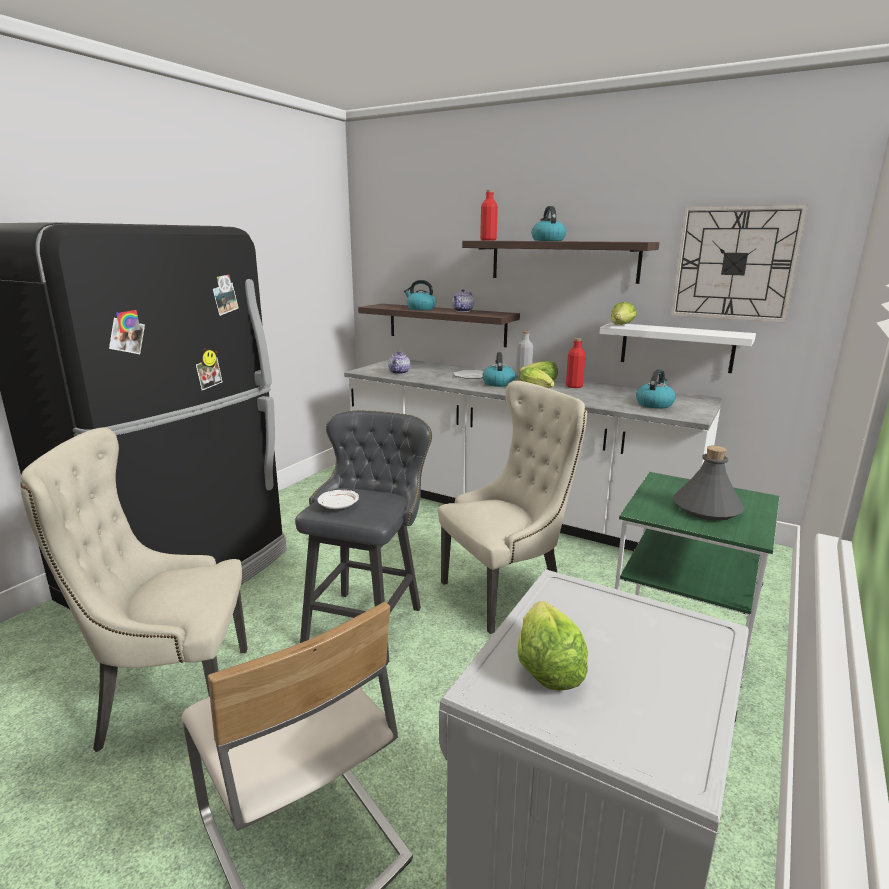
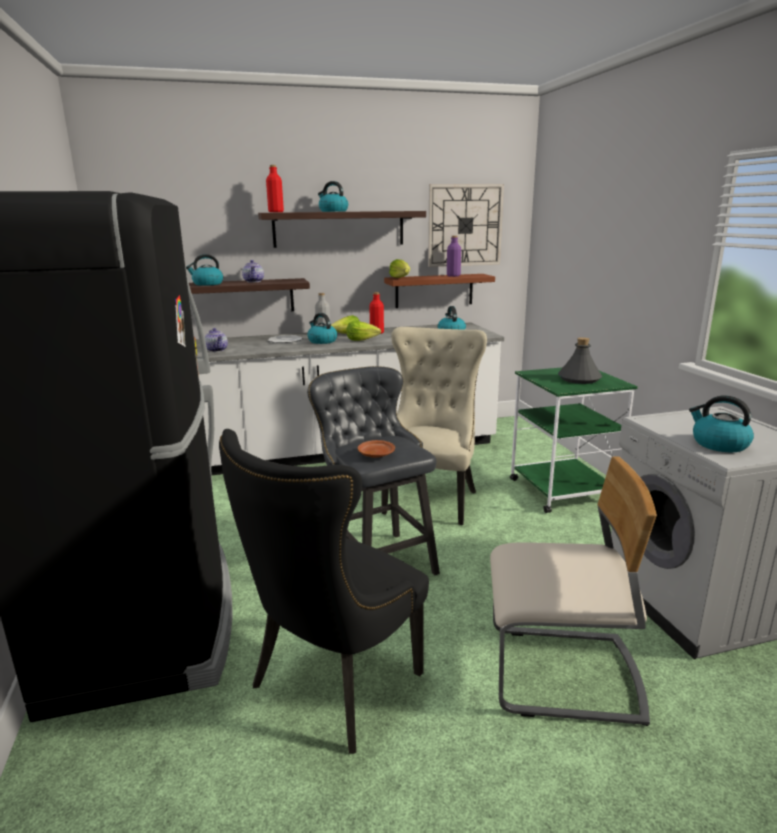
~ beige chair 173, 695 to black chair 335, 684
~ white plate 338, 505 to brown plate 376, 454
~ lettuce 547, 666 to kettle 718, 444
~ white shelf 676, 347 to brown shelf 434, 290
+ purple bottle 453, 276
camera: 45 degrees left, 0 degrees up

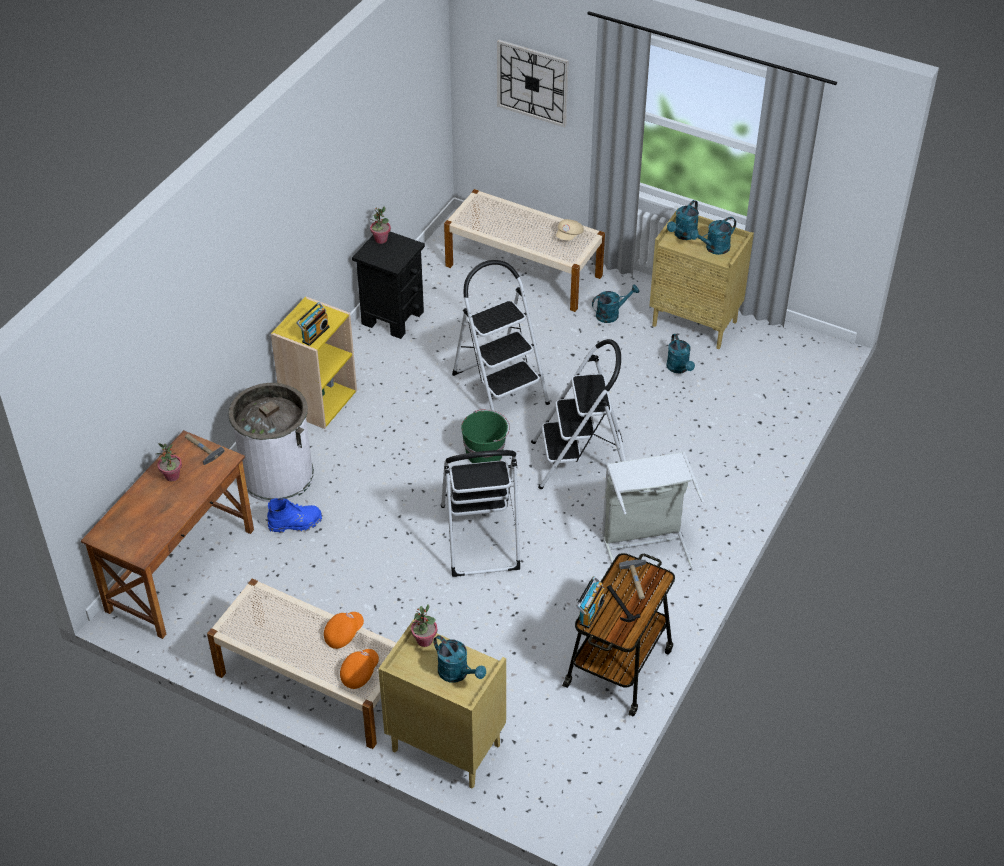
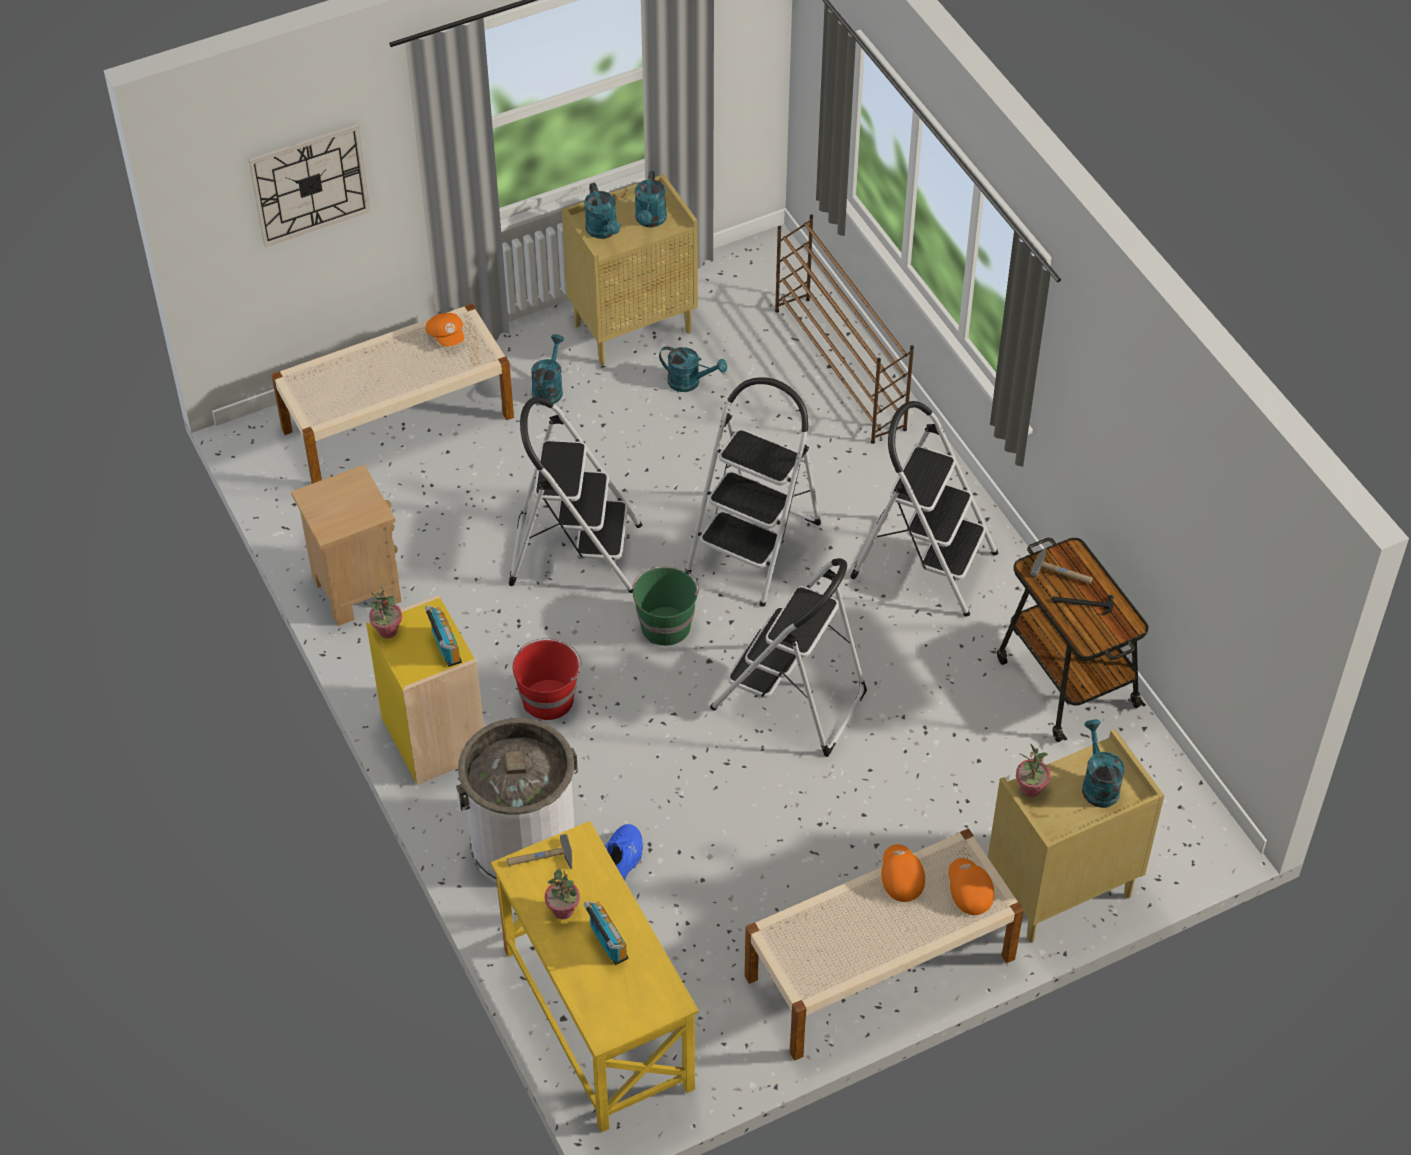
~ brown desk 180, 570 to yellow desk 597, 1019
~ black nightstand 394, 318 to beige nightstand 357, 588
~ potted plant 381, 239 to 387, 631
~ turquoise watering can 457, 674 = 1098, 784 90 degrees counterclockwise
~ beige cap 569, 236 to orange cap 447, 336
~ radio 590, 612 to 606, 943
~ grey laundry basket 645, 545 to step ladder 920, 563
+ red bucket 548, 698
+ brown shoe rack 839, 370
camera: 55 degrees left, 5 degrees up

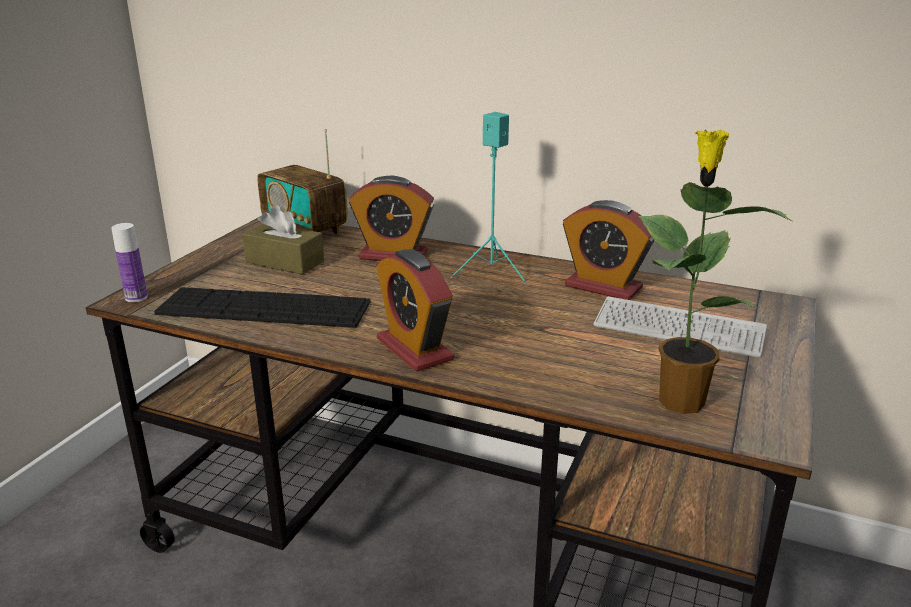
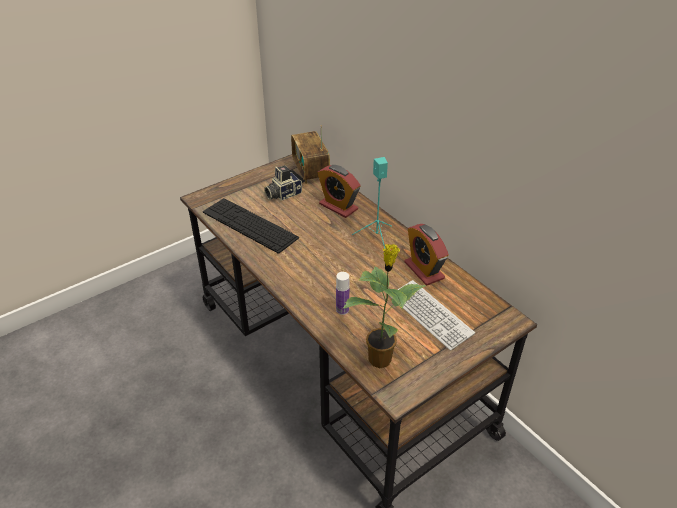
~ bottle 136, 297 to 342, 310
~ brown tissue box 285, 262 to photo camera 282, 194
- alarm clock 414, 349
camera: 30 degrees right, 15 degrees up

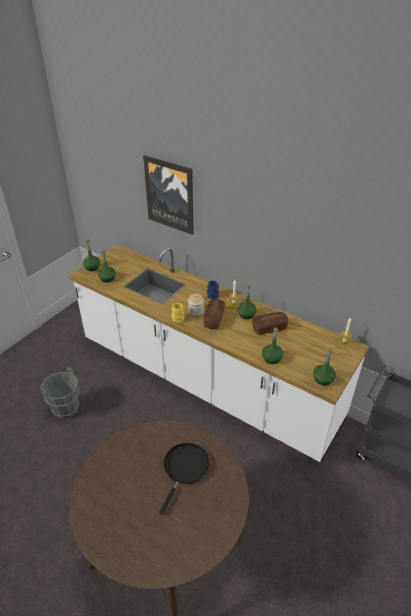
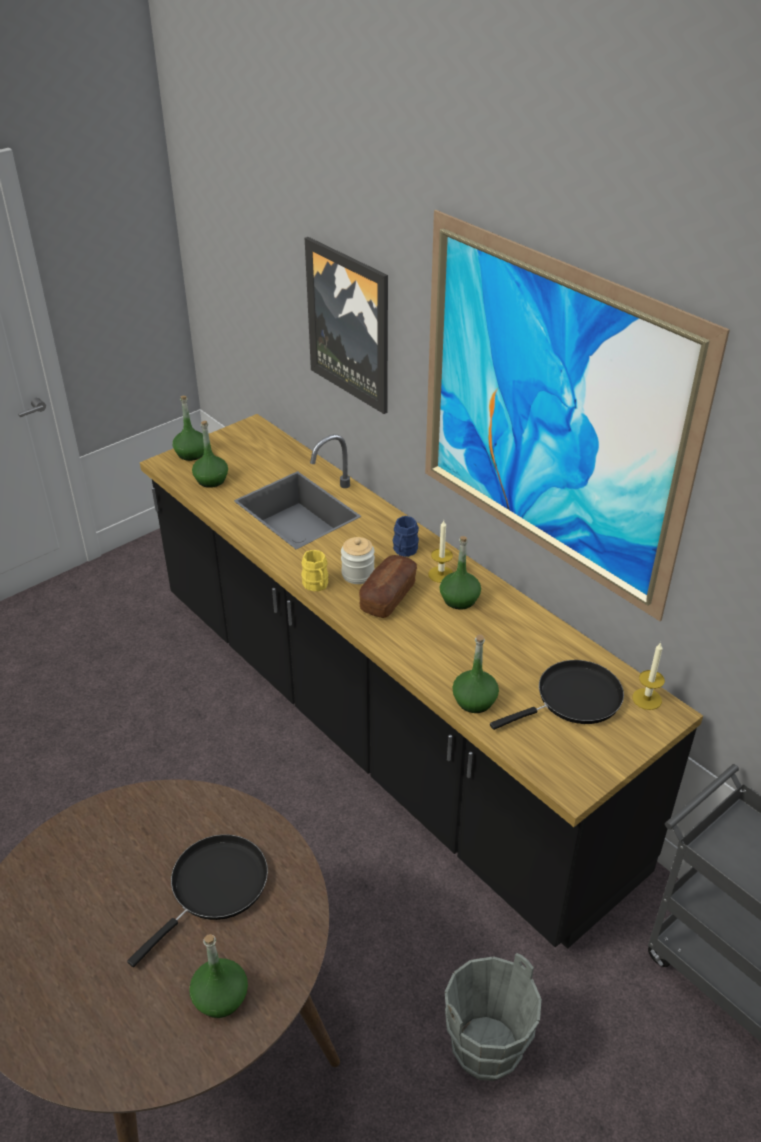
~ grey bucket 66, 409 to 487, 1050
~ white counter 205, 380 to black counter 380, 724
- bread 269, 328
~ green bottle 323, 379 to 220, 997
+ picture 548, 414
+ black frying pan 573, 699
camera: 15 degrees right, 0 degrees up

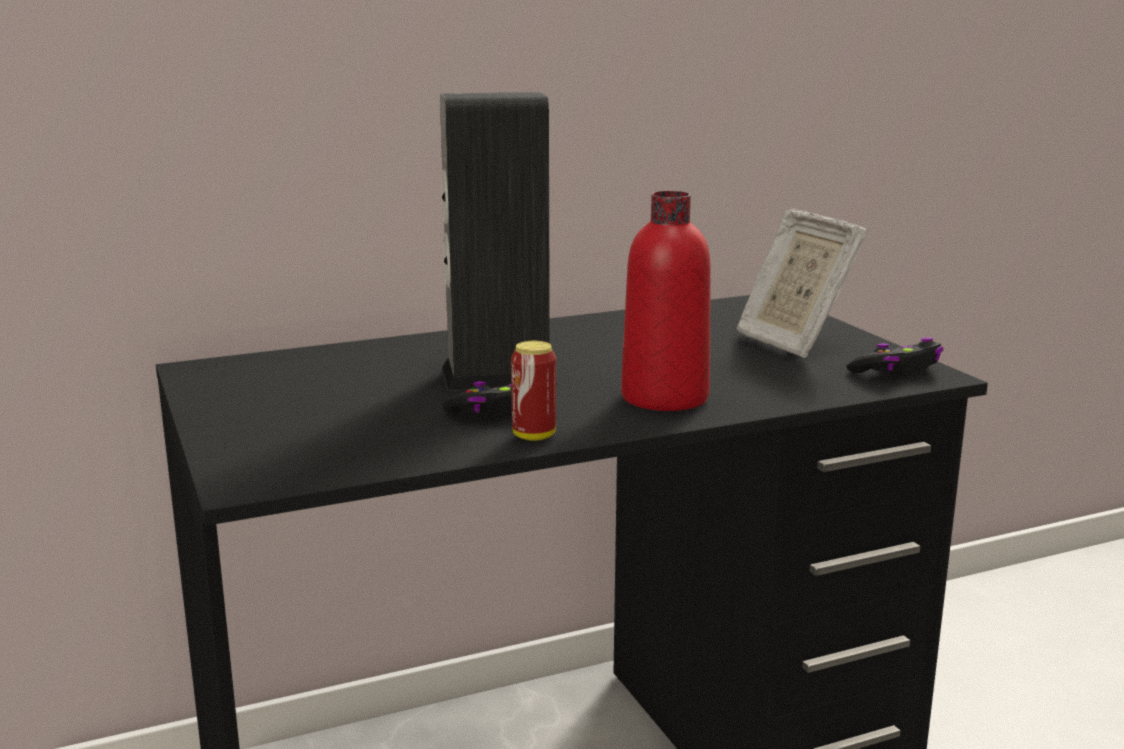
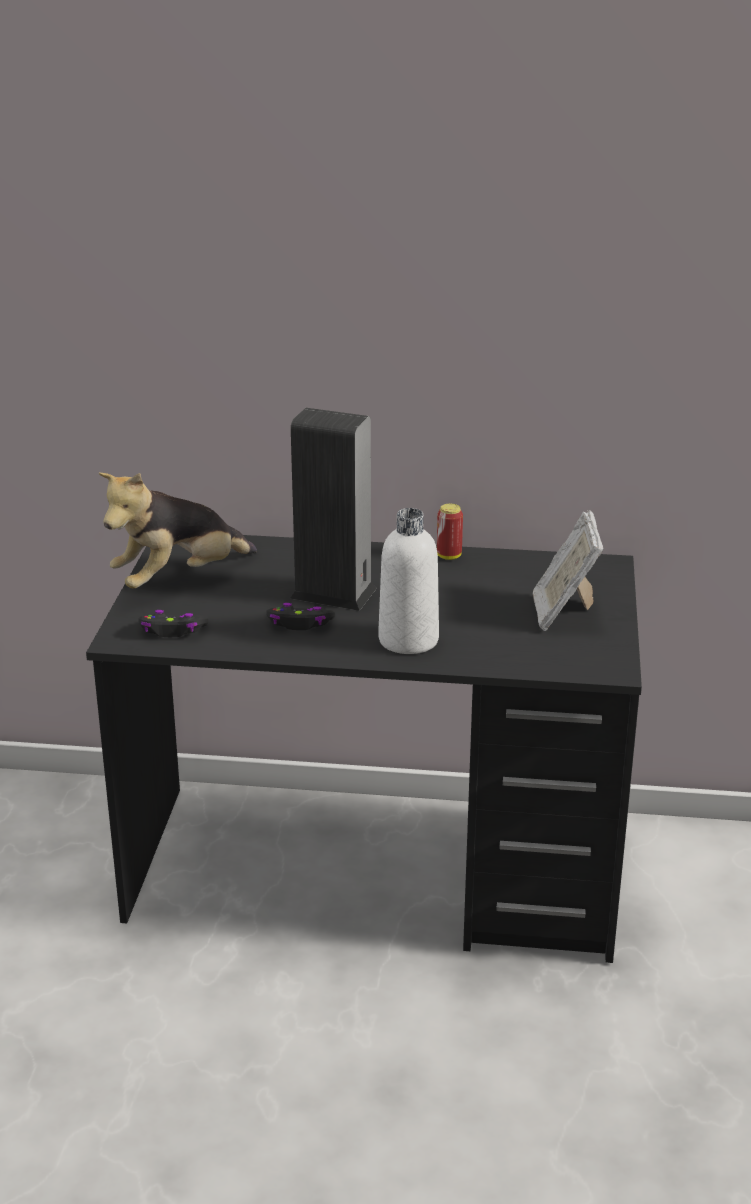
~ can 534, 436 to 449, 556
~ red bottle 665, 397 to white bottle 408, 640
~ black game controller 897, 370 to 172, 631
+ plush toy 179, 579
camera: 30 degrees right, 10 degrees up

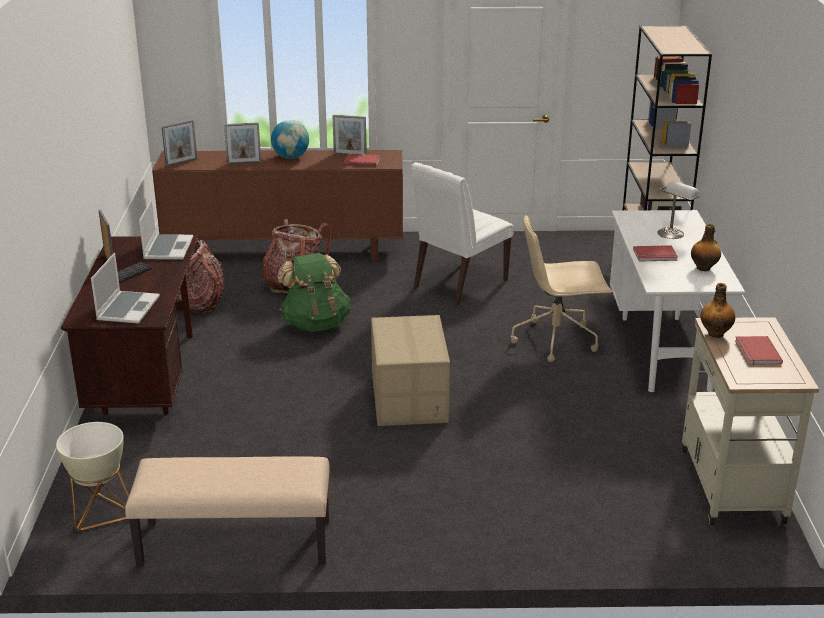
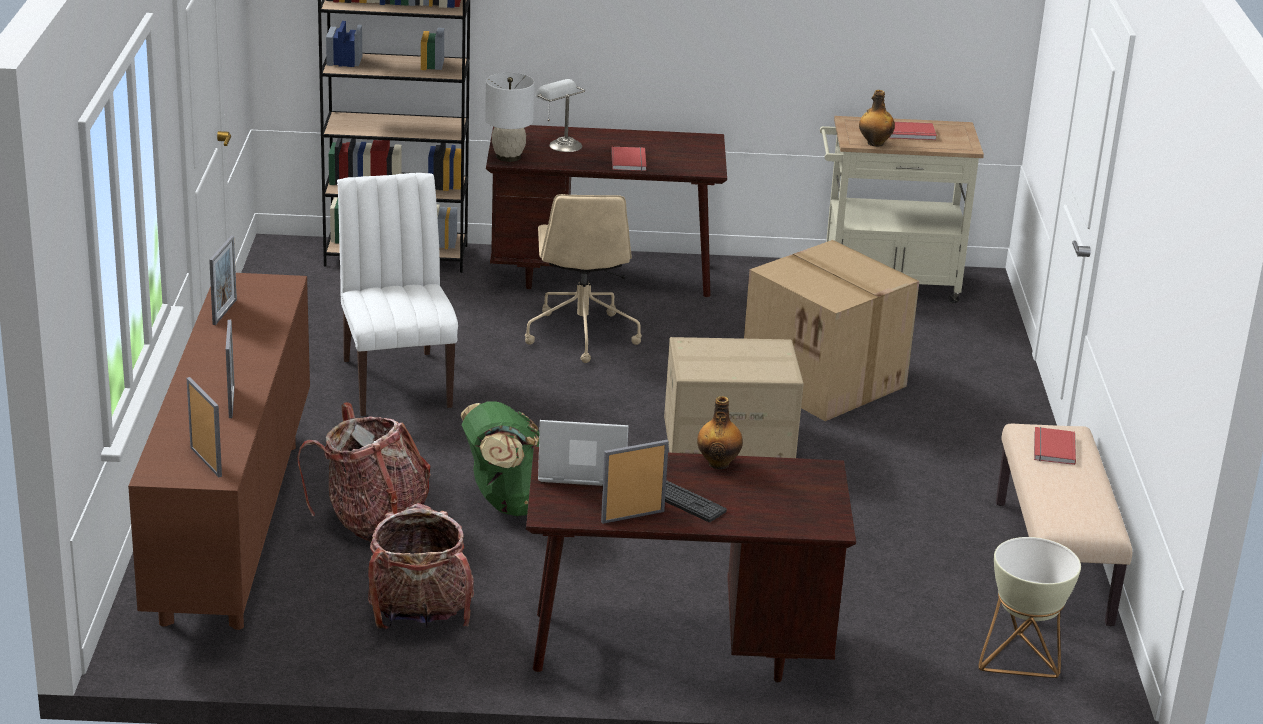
- laptop 127, 308
- globe 291, 157
~ red book 362, 161 to 1052, 448
~ white chair 460, 283 = 397, 384 150 degrees counterclockwise
~ white desk 662, 346 to brown desk 602, 275
~ bottle 704, 268 to 718, 463
+ white table lamp 508, 157
+ cardboard box 826, 380
camera: 90 degrees left, 0 degrees up

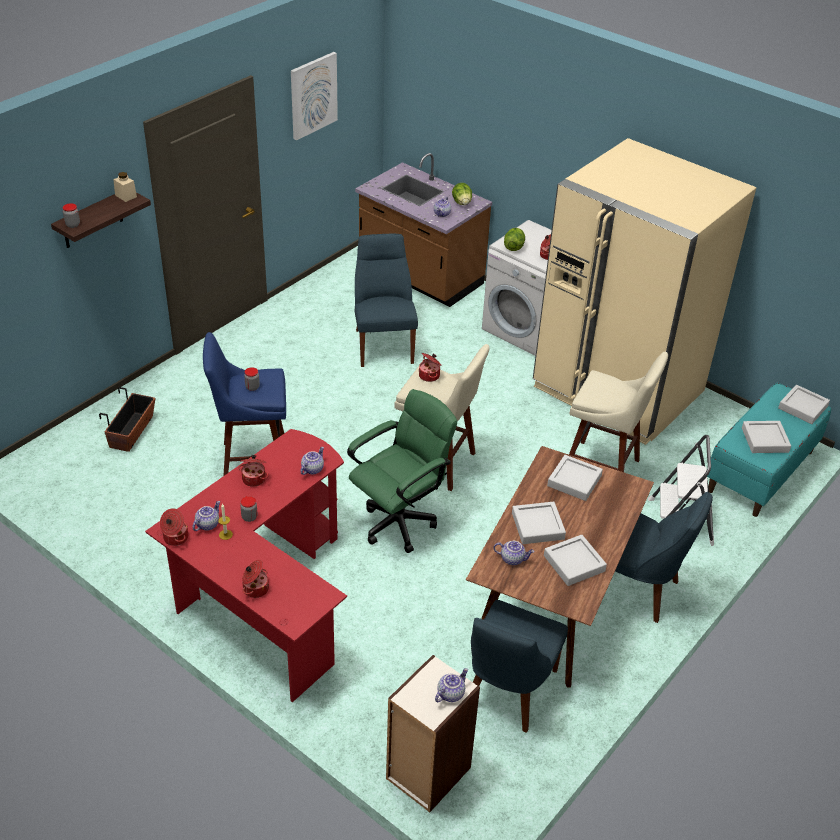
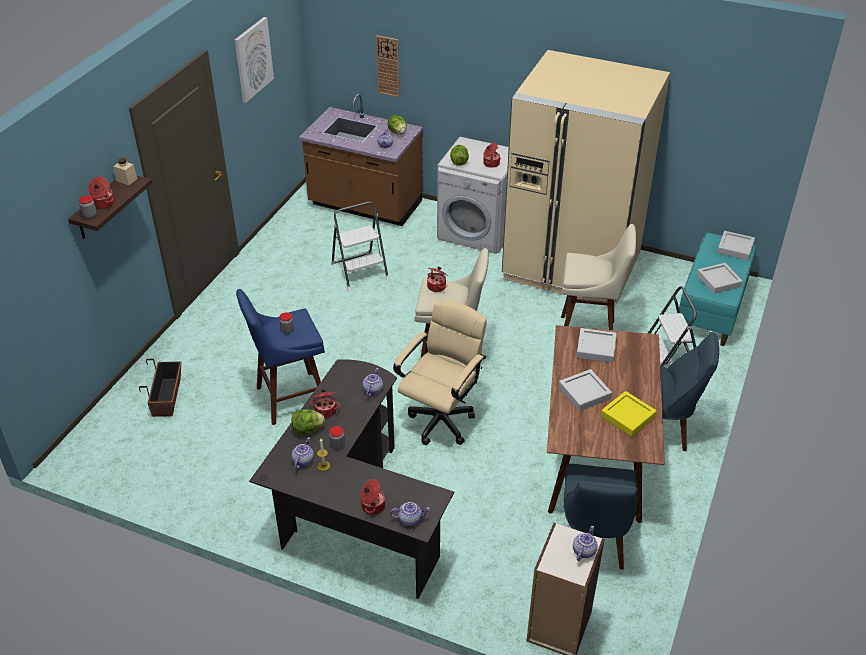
~ red desk 263, 596 to black desk 351, 514
~ cooking pot 175, 538 to 103, 204
~ green office chair 401, 522 to beige office chair 442, 420
~ blue chair 383, 344 to white step ladder 359, 270
~ teapot 512, 559 to 410, 519
~ grey tray 574, 563 to yellow tray 627, 416
+ lettuce 307, 429
+ wall clock 388, 66
camera: 15 degrees left, 0 degrees up

